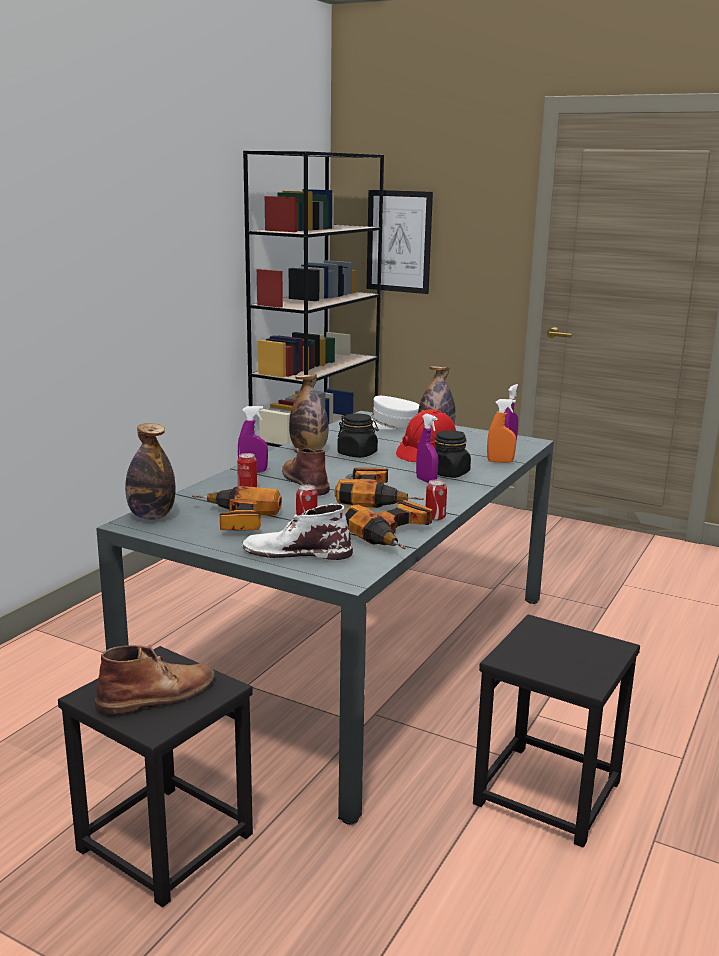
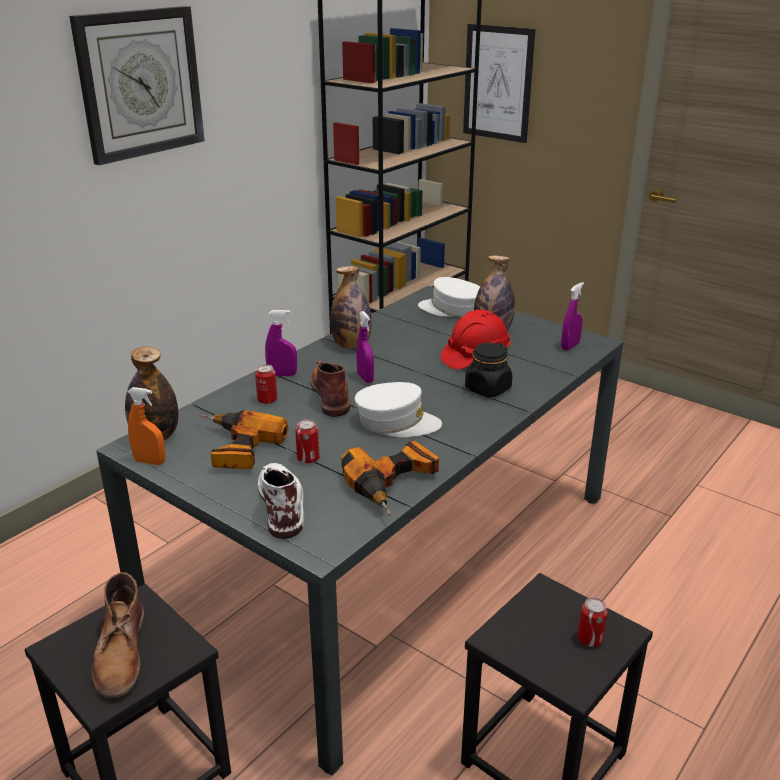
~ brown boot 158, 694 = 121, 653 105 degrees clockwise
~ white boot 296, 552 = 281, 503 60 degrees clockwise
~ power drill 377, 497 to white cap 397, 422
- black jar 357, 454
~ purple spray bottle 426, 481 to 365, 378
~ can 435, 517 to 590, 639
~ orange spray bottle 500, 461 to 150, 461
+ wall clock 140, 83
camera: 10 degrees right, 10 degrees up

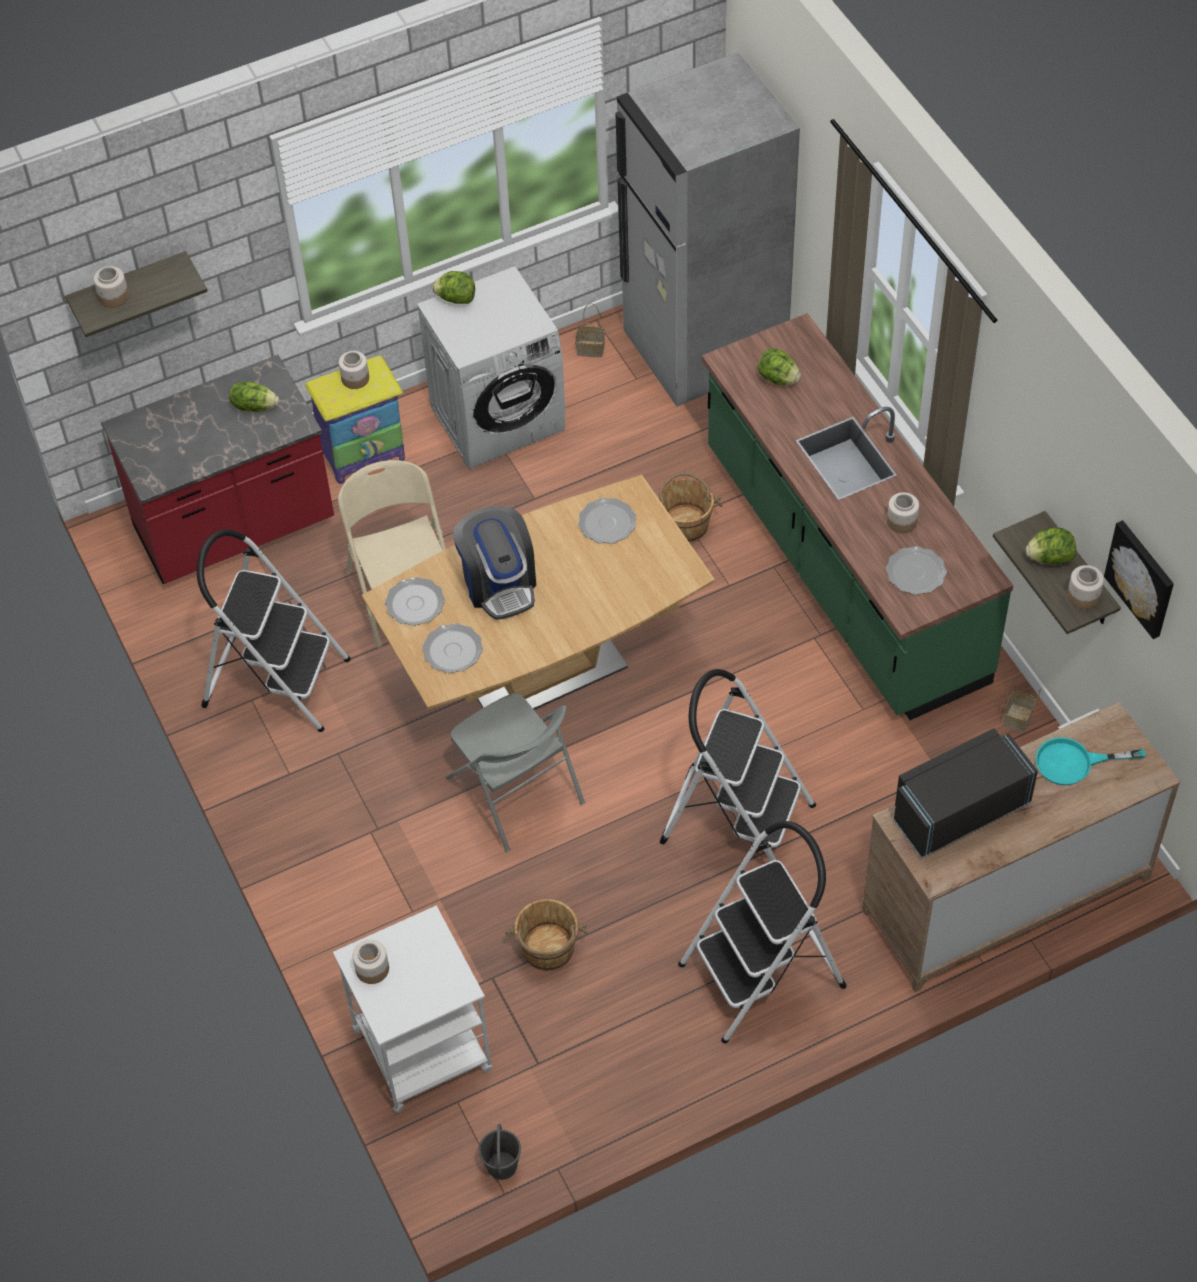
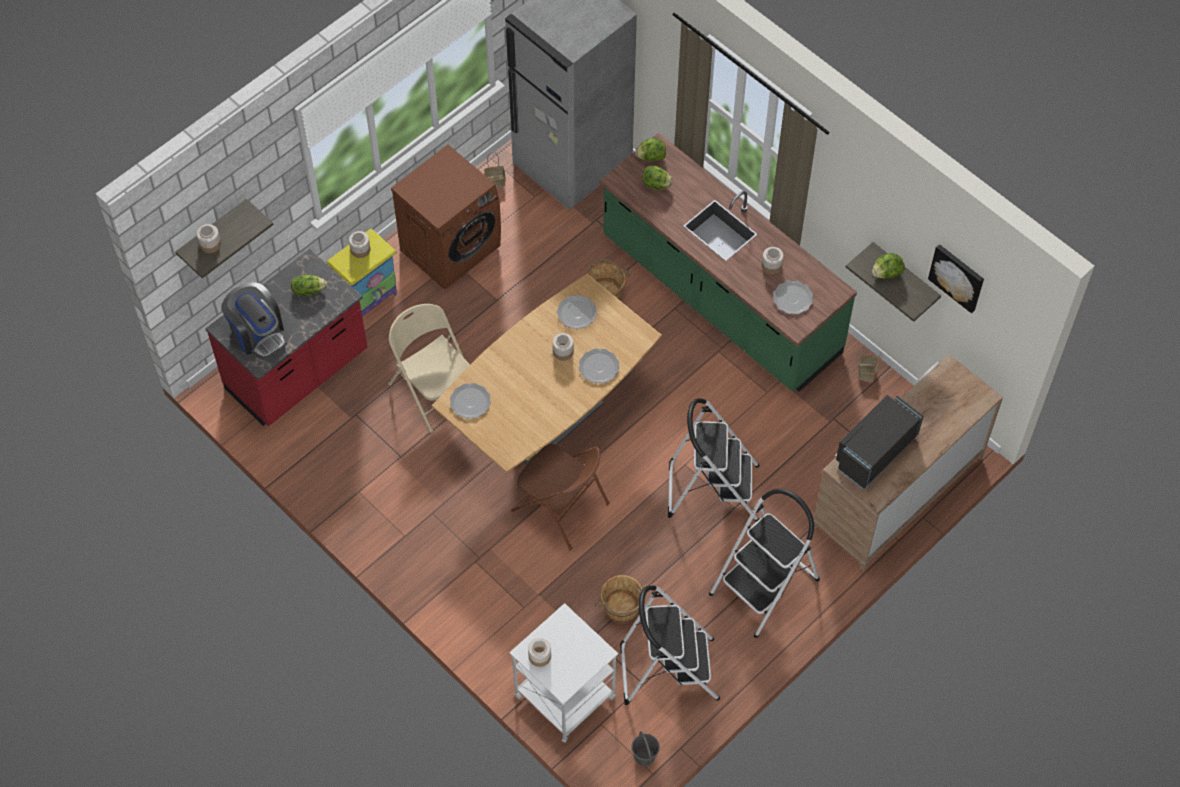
~ step ladder 272, 681 to 666, 670
~ white washing machine 498, 420 to brown washing machine 451, 249
~ plate 453, 650 to 599, 367
~ lettuce 456, 299 to 651, 157
~ grey chair 514, 791 to brown chair 560, 507
~ coffee machine 499, 583 to 258, 333
- turquoise frying pan 1074, 763
~ jar 1083, 596 to 563, 352
camera: 20 degrees left, 5 degrees up

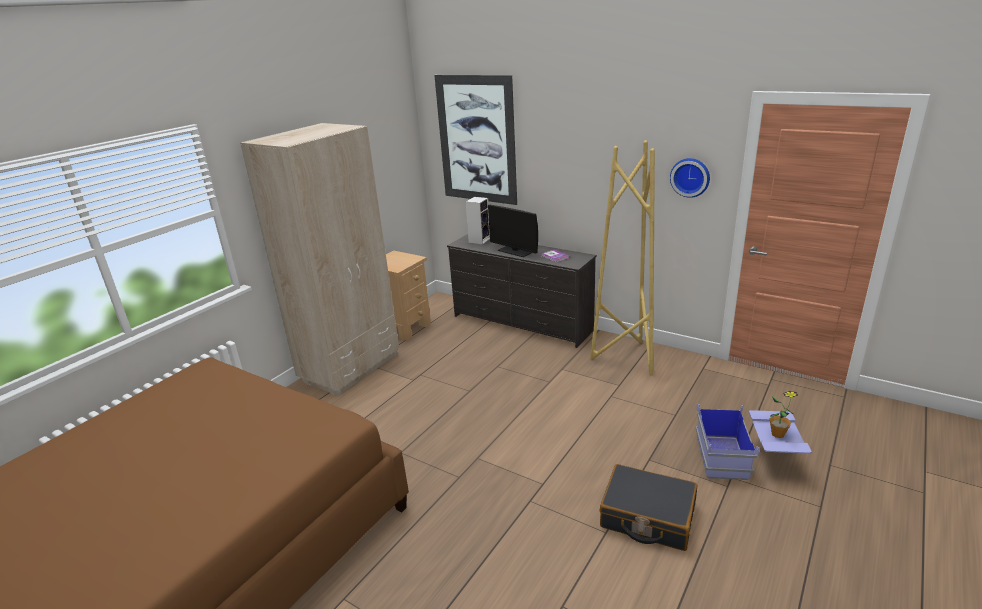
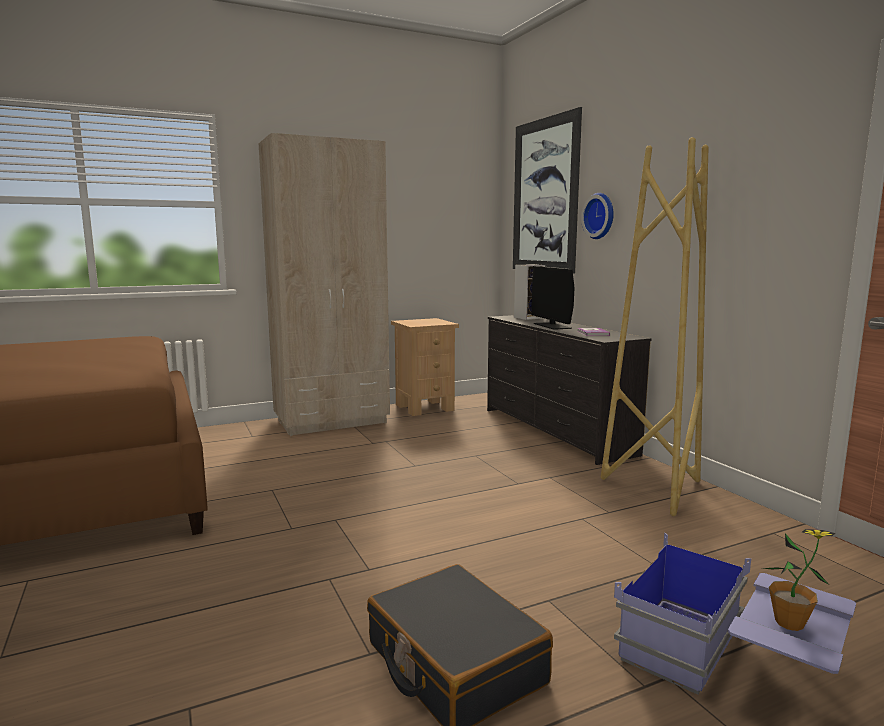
~ wall clock 690, 177 to 600, 216
camera: 30 degrees right, 15 degrees down

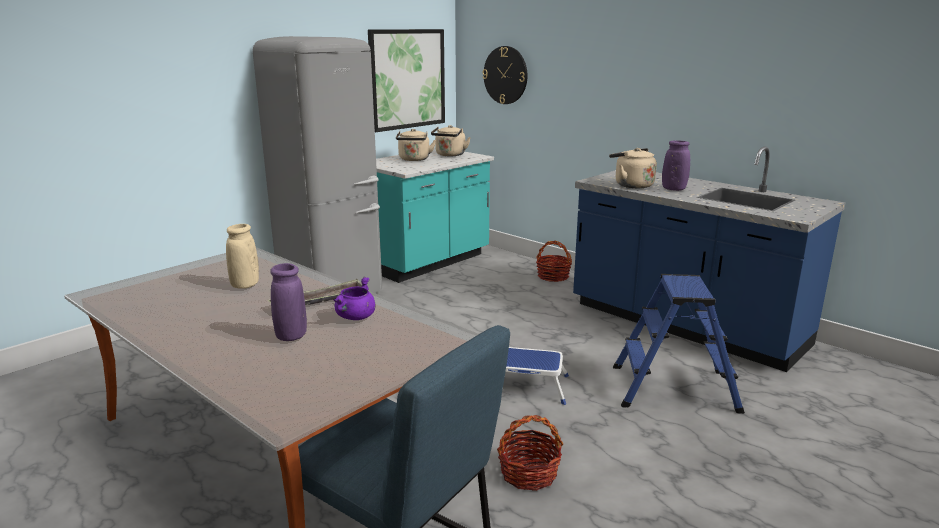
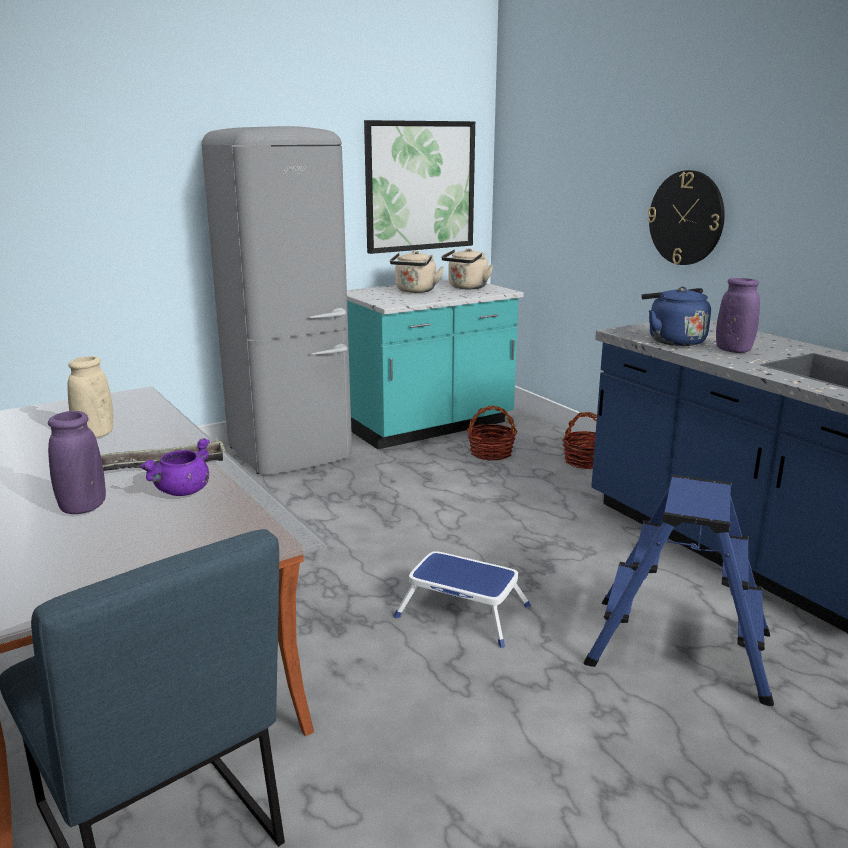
~ wall clock 505, 75 to 686, 218
~ basket 528, 473 to 490, 453
~ beige kettle 631, 185 to blue kettle 673, 341
camera: 15 degrees right, 0 degrees up

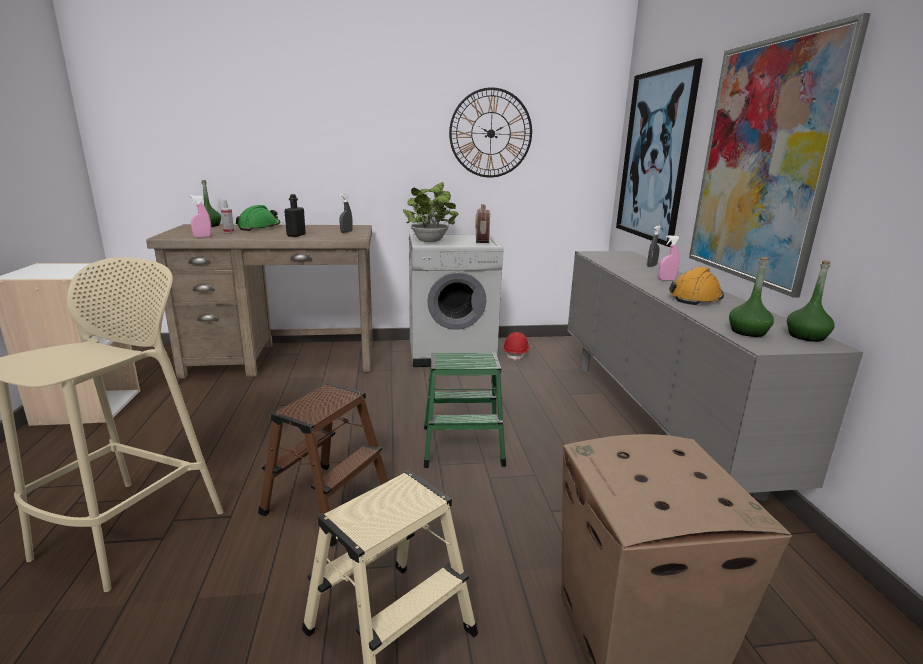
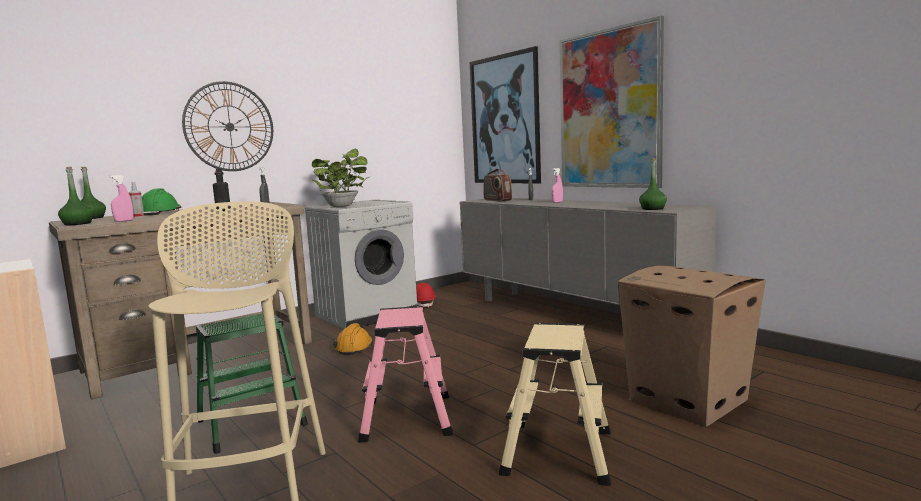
~ brown step ladder 327, 501 to pink step ladder 407, 417
~ green step ladder 463, 445 to 251, 422
~ wall clock 490, 133 to 229, 126
~ radio 481, 240 to 497, 200
~ orange hard hat 695, 298 to 354, 347
~ green bottle 806, 336 to 77, 224
camera: 30 degrees left, 10 degrees down

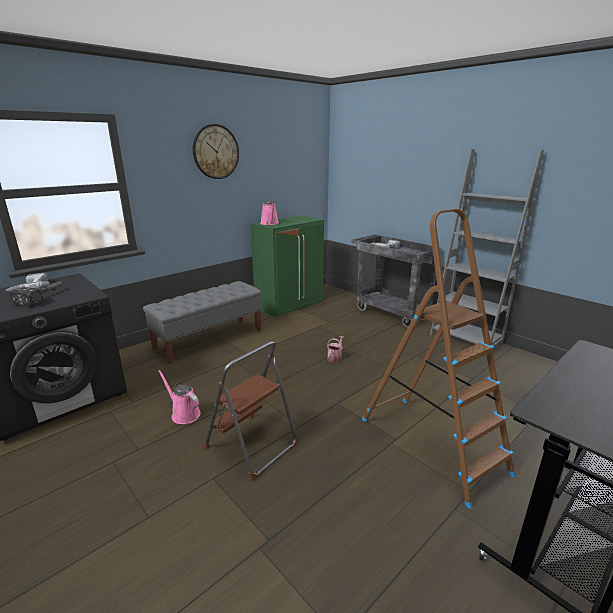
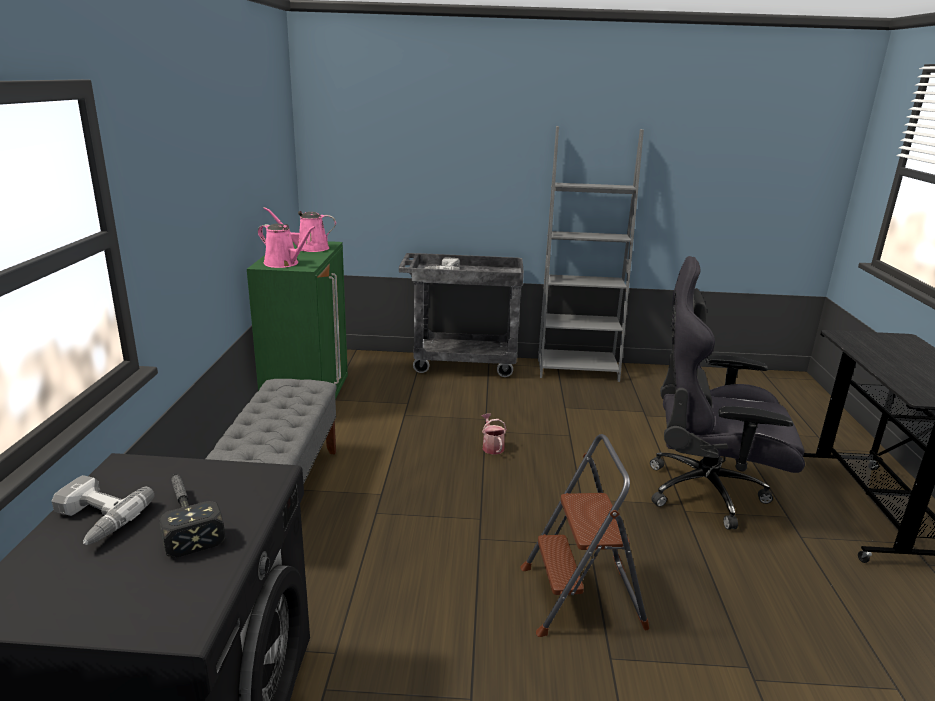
~ pink watering can 184, 413 to 309, 248
- wall clock 215, 152
~ brown step ladder 432, 445 to black office chair 712, 493
camera: 45 degrees left, 0 degrees up

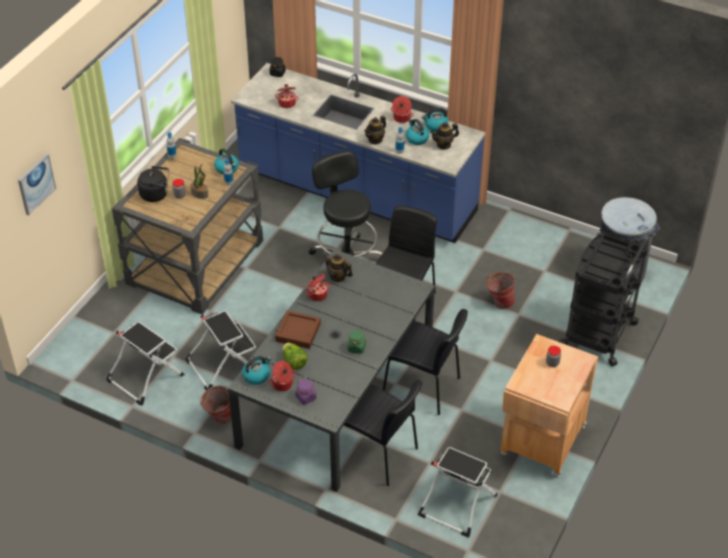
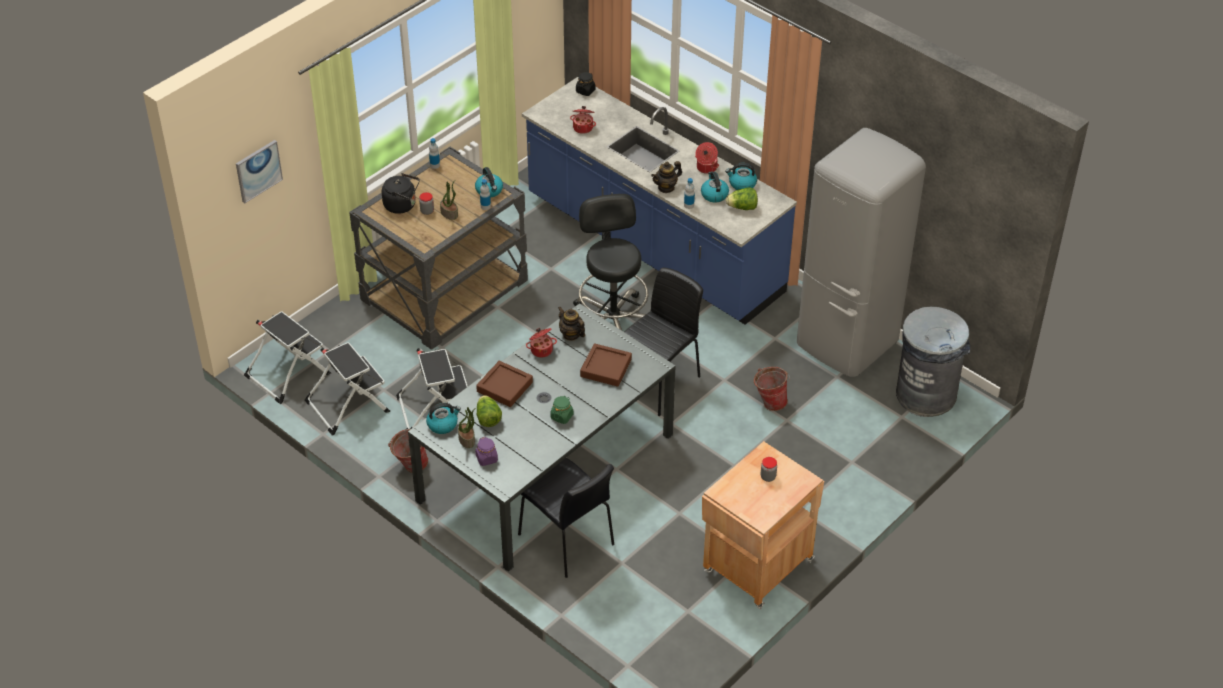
~ cooking pot 282, 384 to potted plant 467, 439
- black chair 424, 387
~ step ladder 457, 502 to 287, 372
~ teapot 444, 145 to lettuce 742, 207
- black cart 597, 334
+ brown tray 606, 368
+ grey fridge 845, 344
camera: 15 degrees right, 0 degrees up

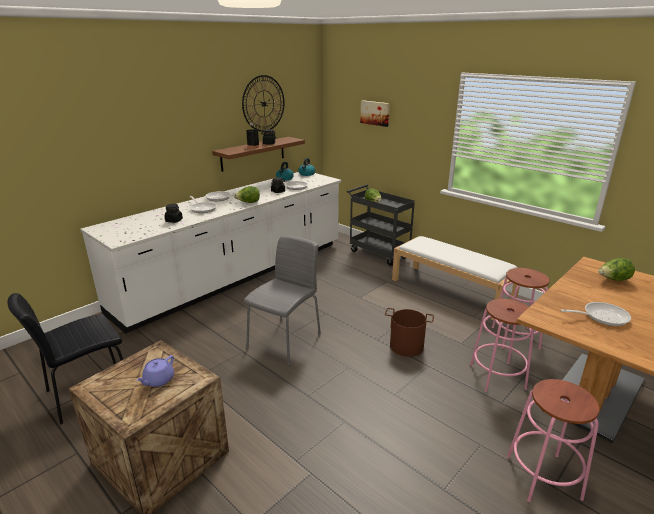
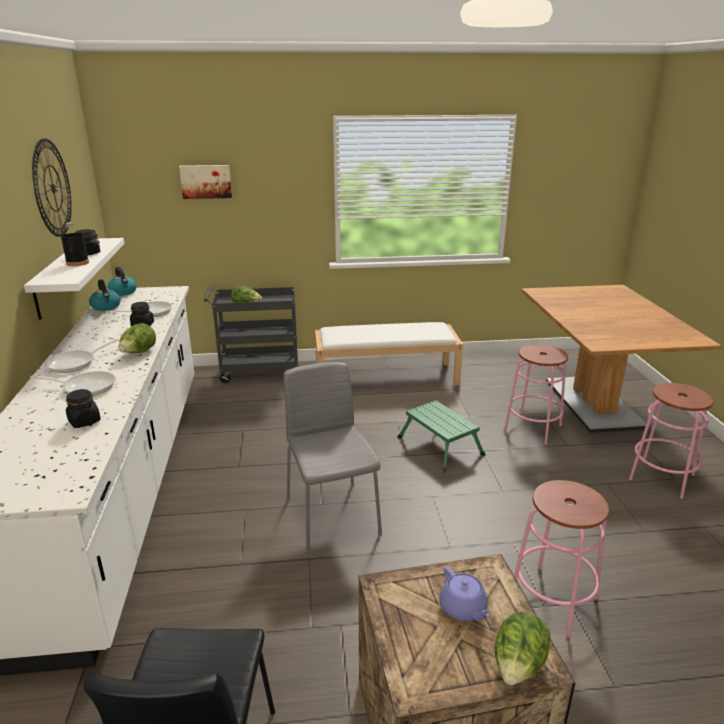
~ brown shelf 253, 153 to white shelf 60, 277
~ brown bucket 406, 346 to green step ladder 439, 445
~ pink stool 515, 337 to 552, 599
- frying pan 601, 316
~ lettuce 613, 280 to 518, 666
camera: 50 degrees left, 0 degrees up

